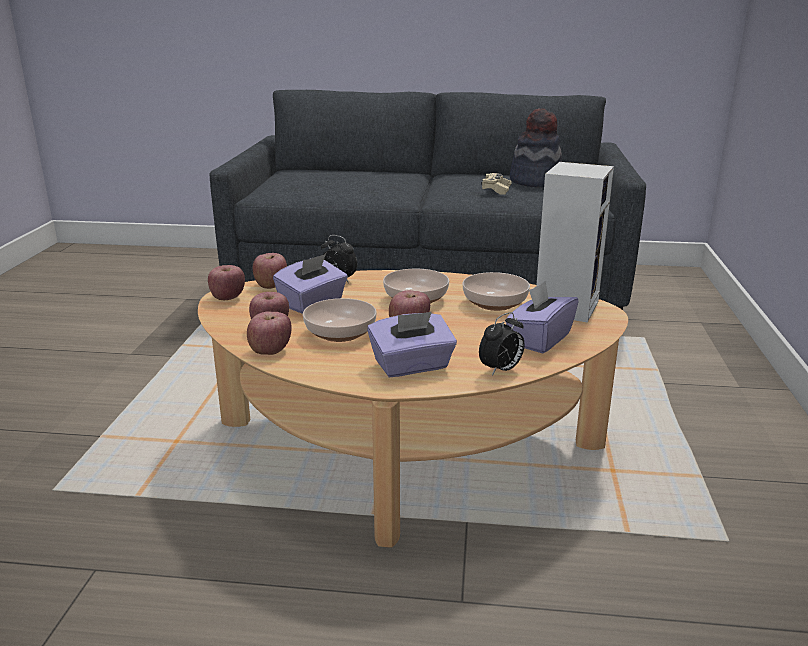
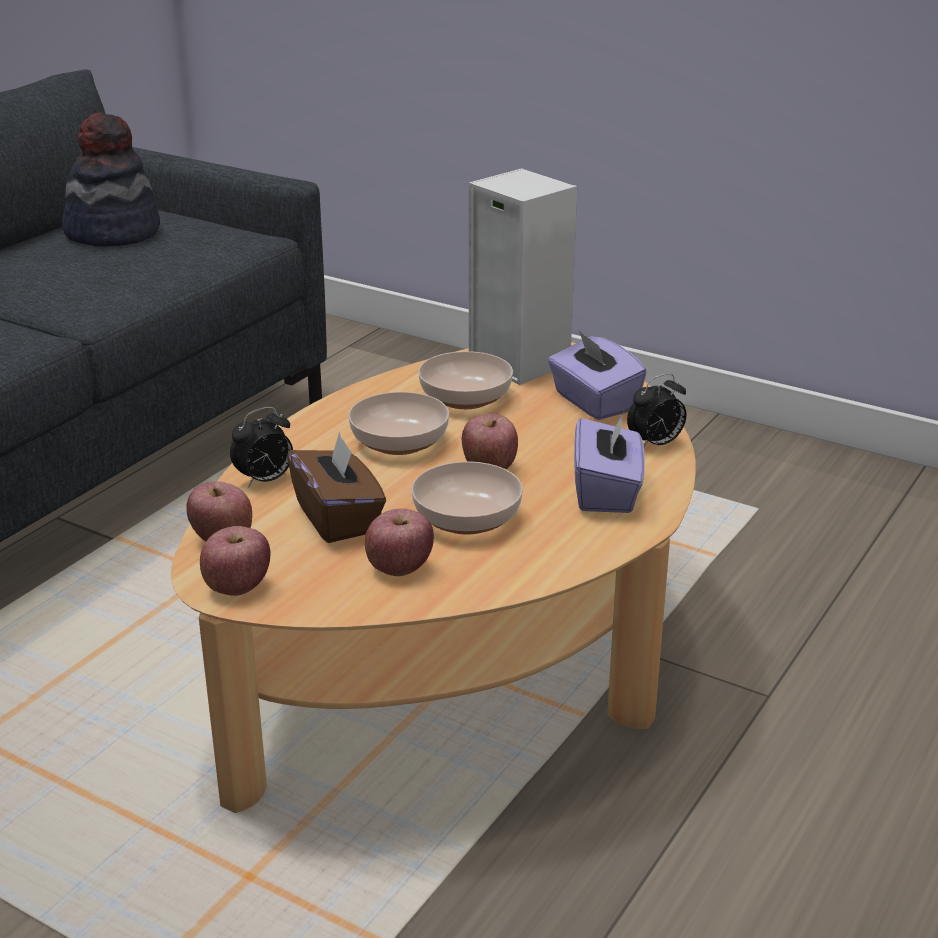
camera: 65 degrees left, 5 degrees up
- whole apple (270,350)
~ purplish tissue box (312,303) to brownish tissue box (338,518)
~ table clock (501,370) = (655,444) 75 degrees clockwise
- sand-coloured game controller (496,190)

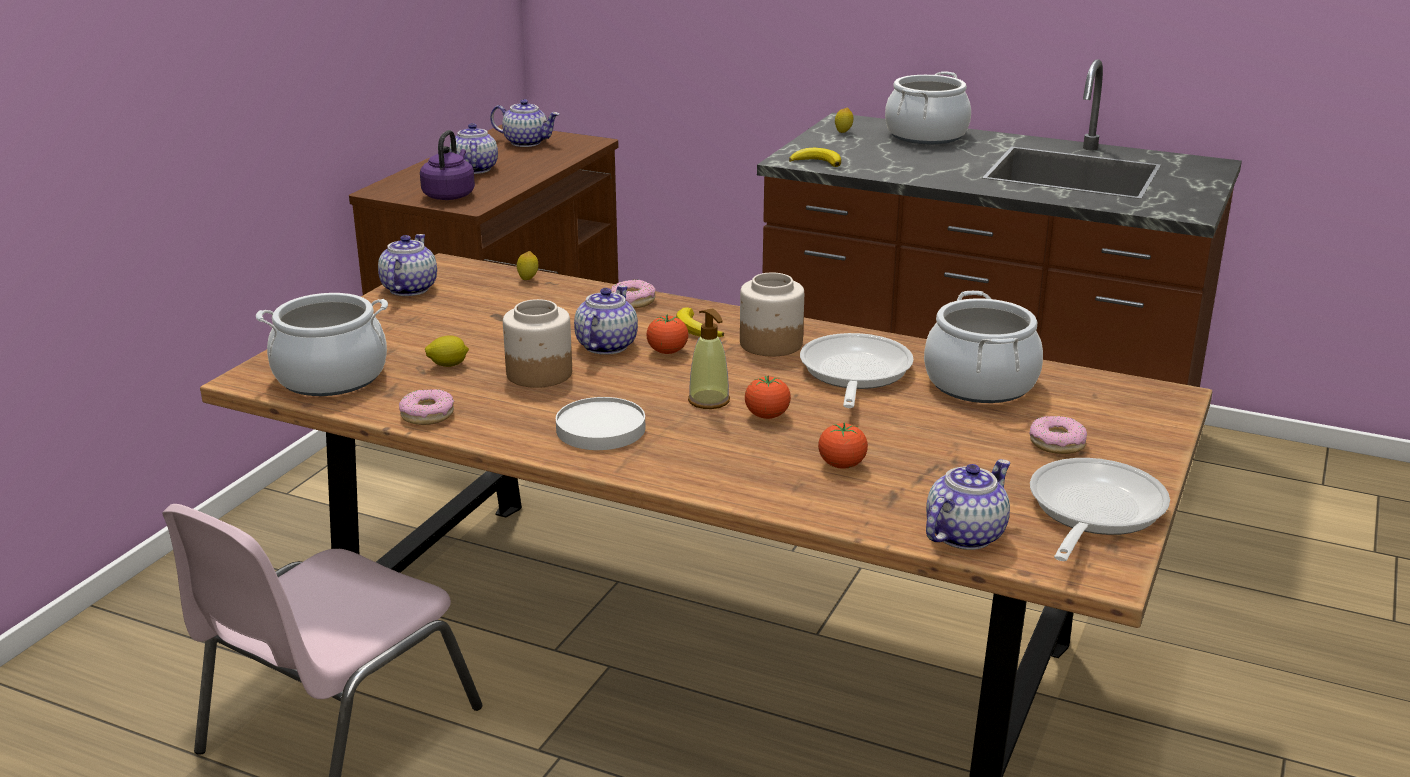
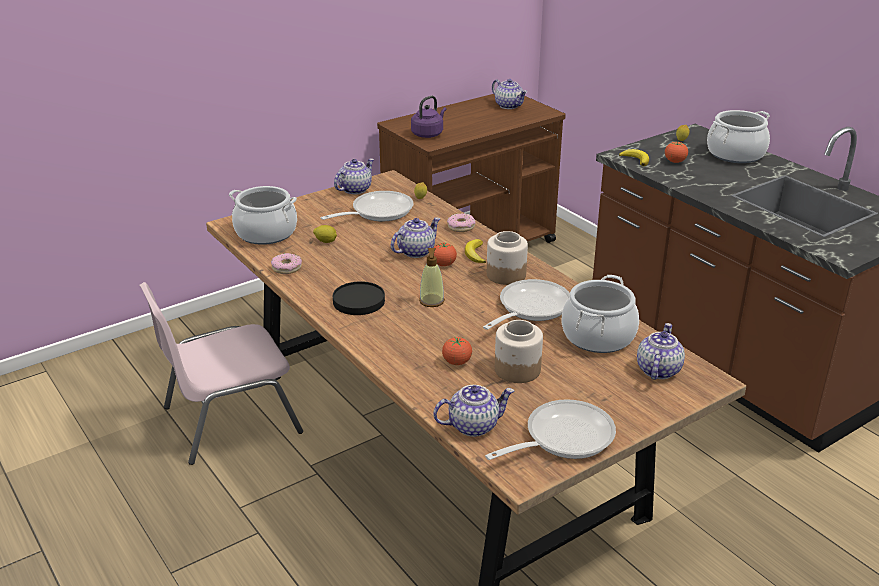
camera: 30 degrees right, 5 degrees up
~ pot for tea (474,169) to (657,370)
~ storage jar (538,373) to (517,369)
~ white flat dish (601,429) to black-coloured flat dish (359,301)
~ whole tomato (767,416) to (675,161)
- donut (1057,443)
+ skillet (377,212)

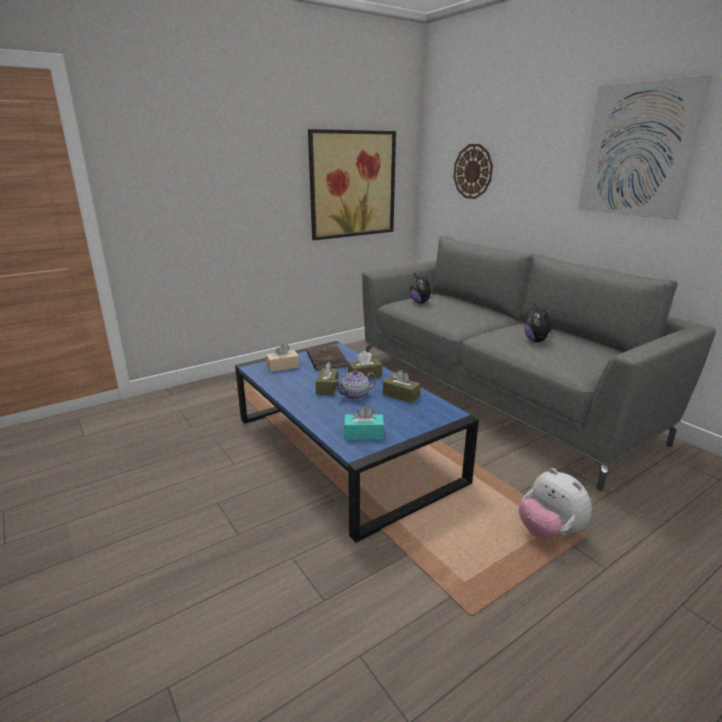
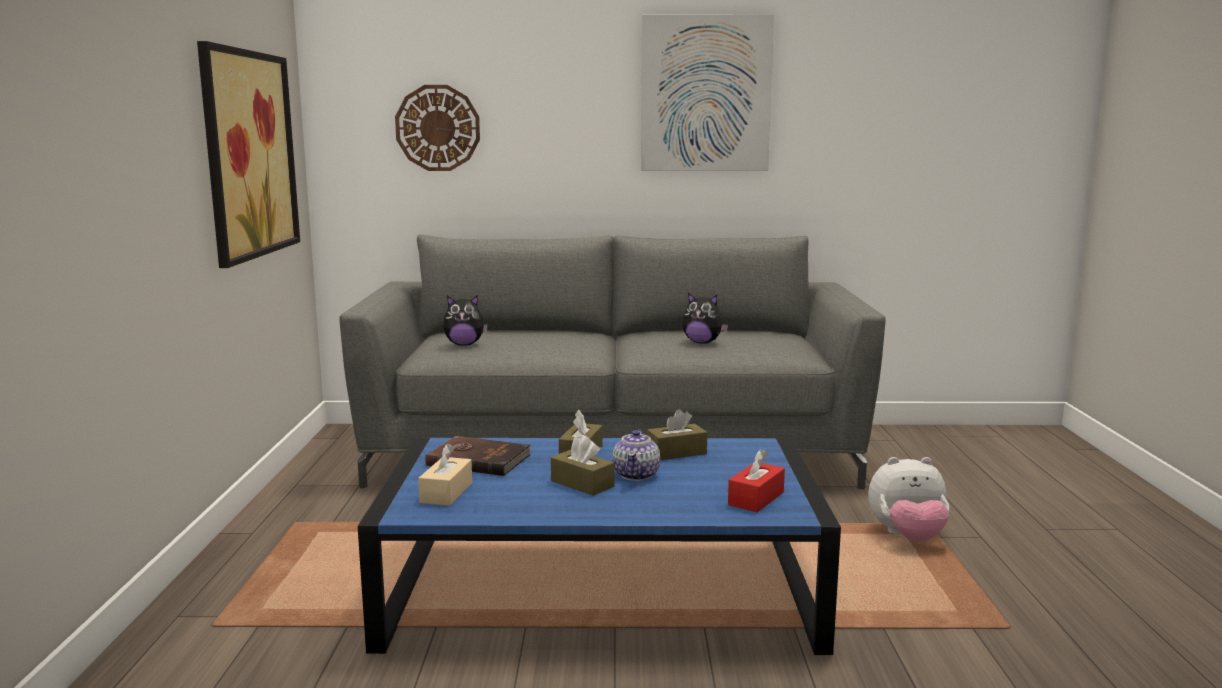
camera: 55 degrees left, 10 degrees down
~ blue-green tissue box (363,434) to red tissue box (756,498)

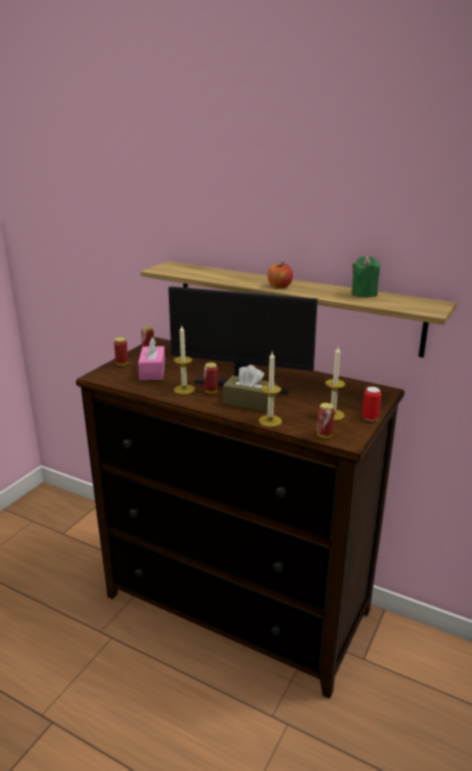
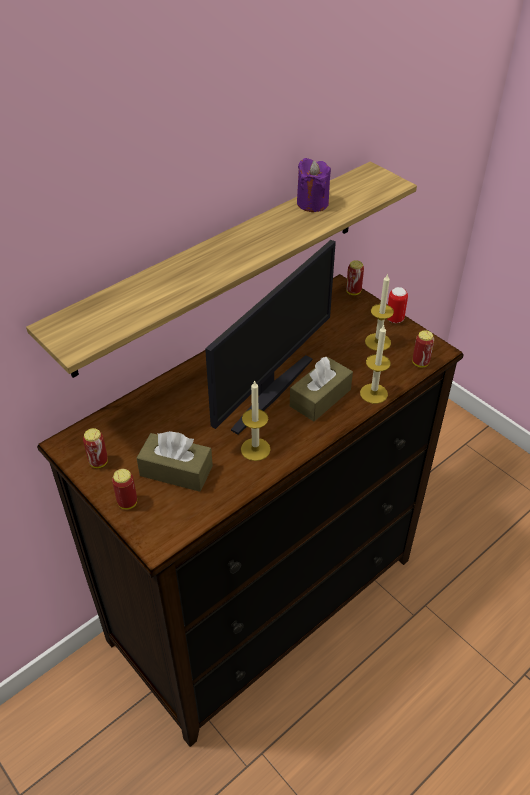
camera: 70 degrees left, 20 degrees up
~ pinkish tissue box (152,371) to brownish tissue box (176,471)
~ sealed can (211,391) to (353,292)
- whole apple (279,286)
~ green-coloured wax candle (364,293) to purplish wax candle (312,203)

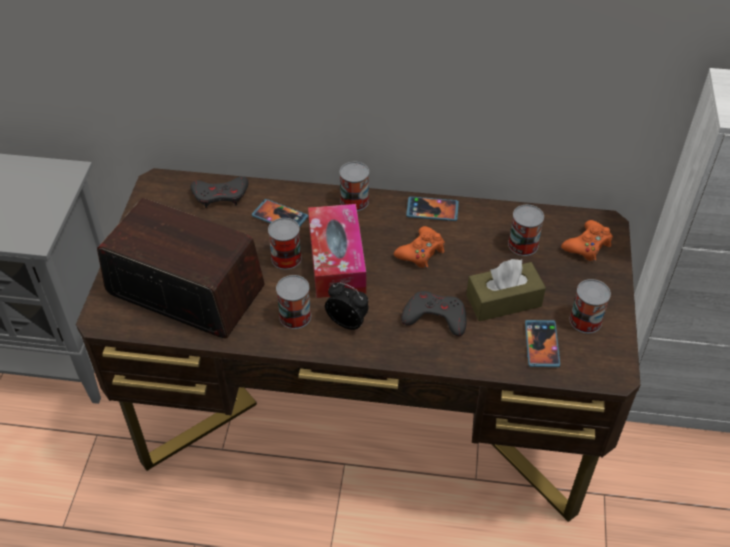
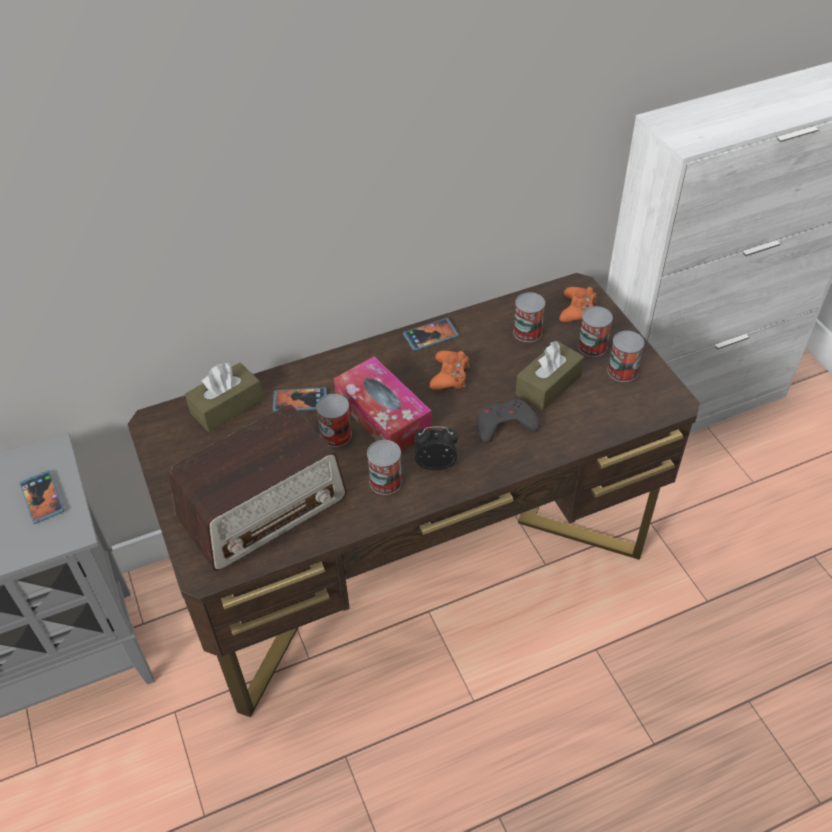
camera: 30 degrees left, 0 degrees up
~ radio set (184,290) = (264,507) 150 degrees clockwise
~ grey game controller (220,195) to brownish tissue box (227,406)
~ sealed can (354,201) to (592,346)
~ handset (541,345) to (42,498)

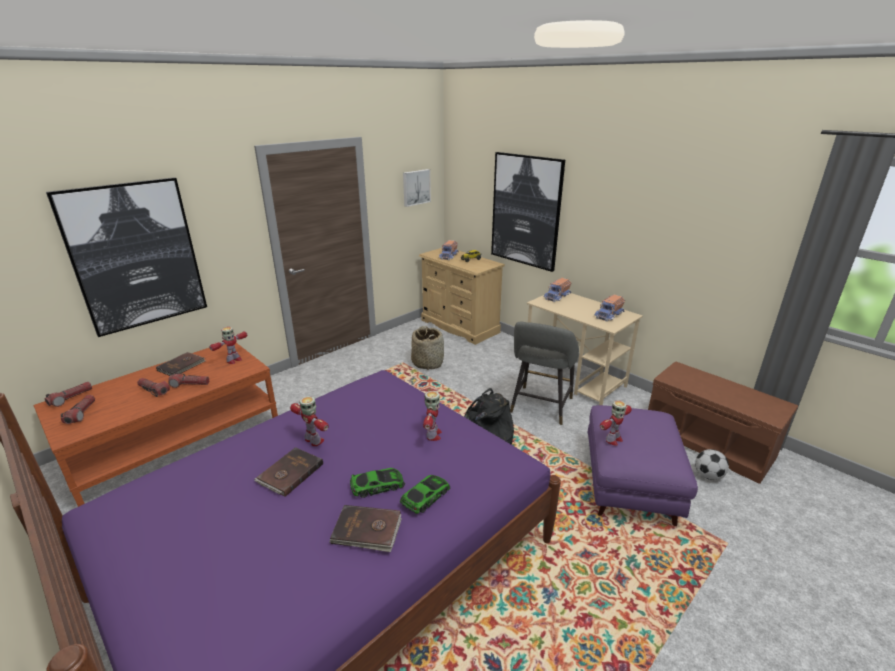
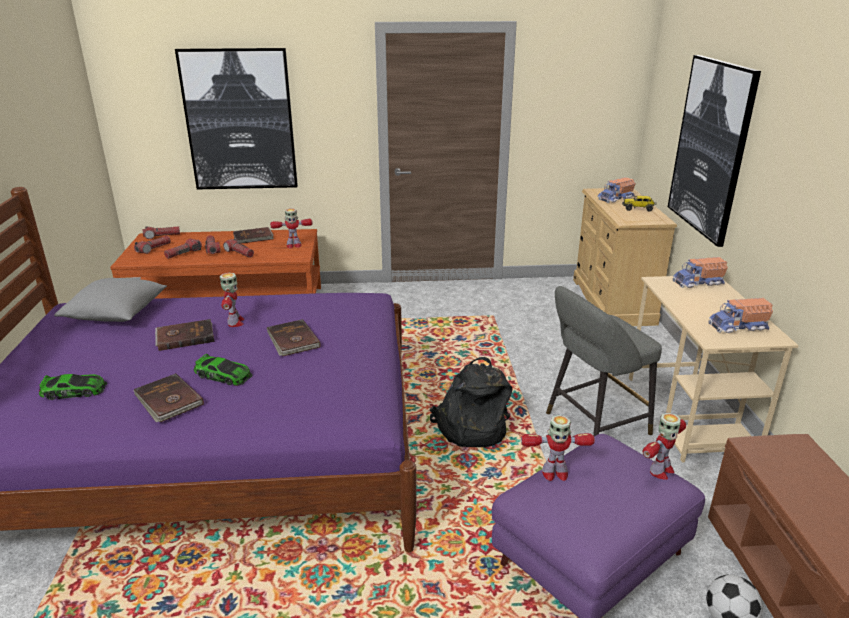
camera: 40 degrees right, 0 degrees up
~ miniature car (426,496) to (74,391)
- wall picture (416,187)
- storage basket (427,362)
~ toy robot (433,435) to (660,471)
+ grey cushion (117,315)
+ flashlight (183,253)
+ brownish book (292,340)

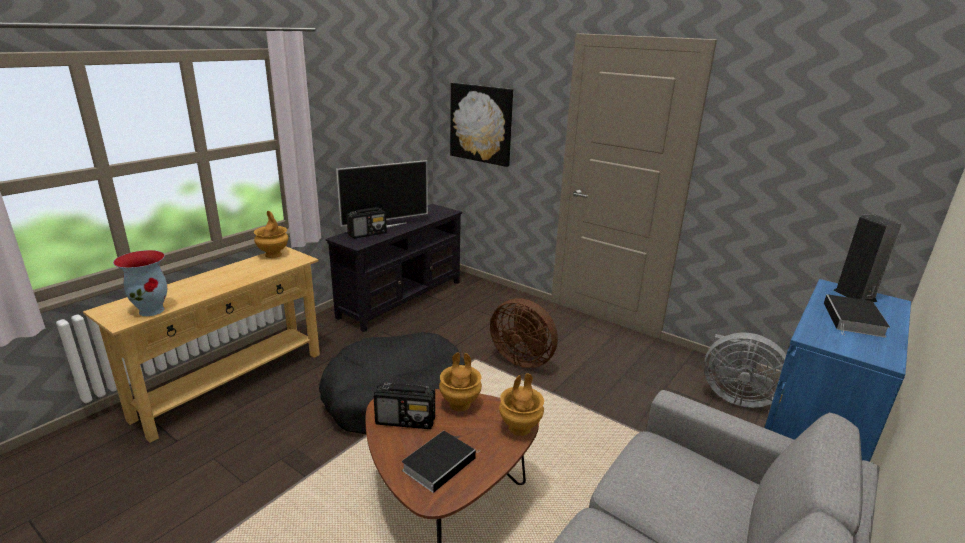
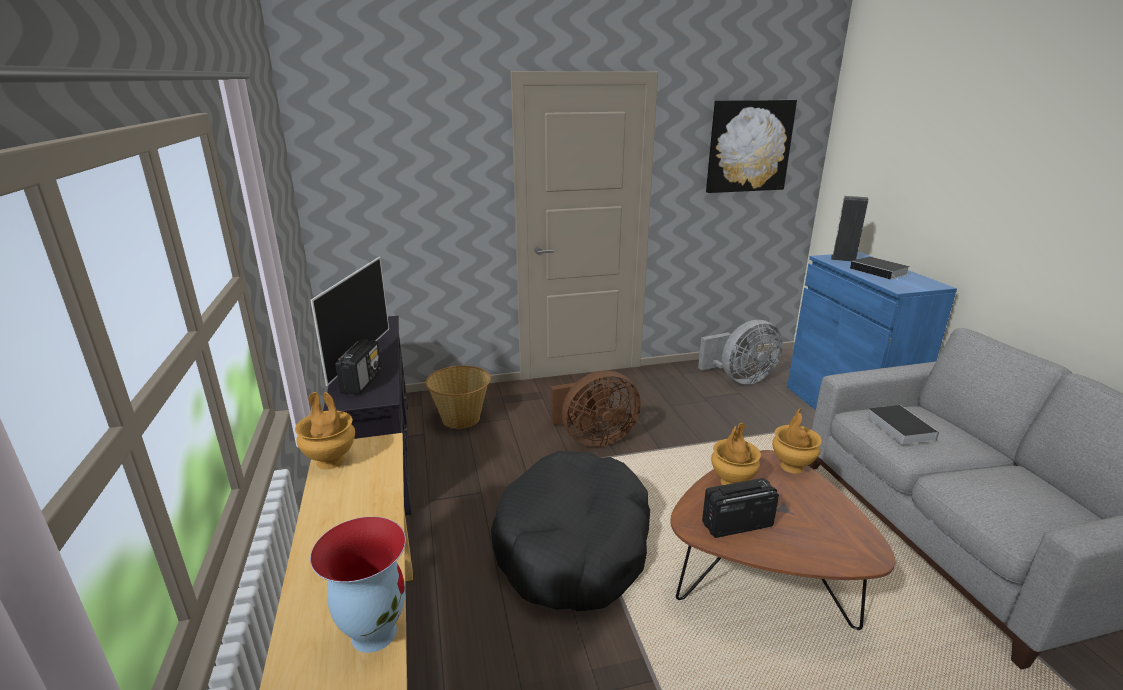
camera: 50 degrees left, 0 degrees up
~ radio set (406,421) = (736,524) 150 degrees counterclockwise
~ book (440,462) to (898,427)
~ wall picture (481,124) to (749,146)
+ storage basket (461,419)

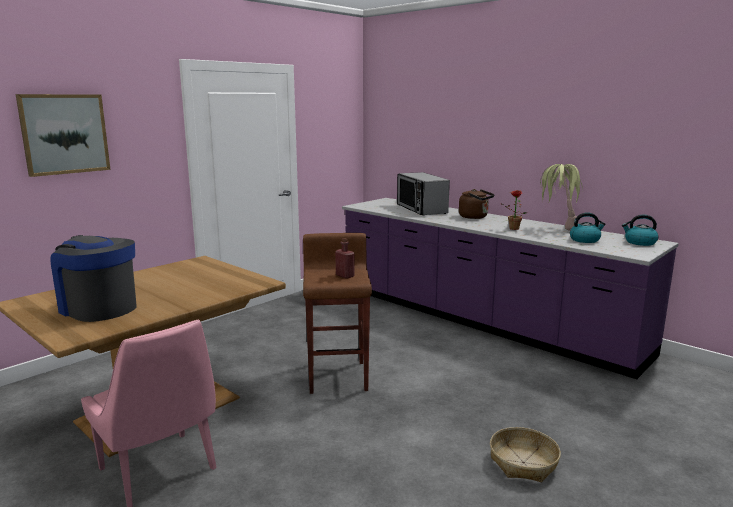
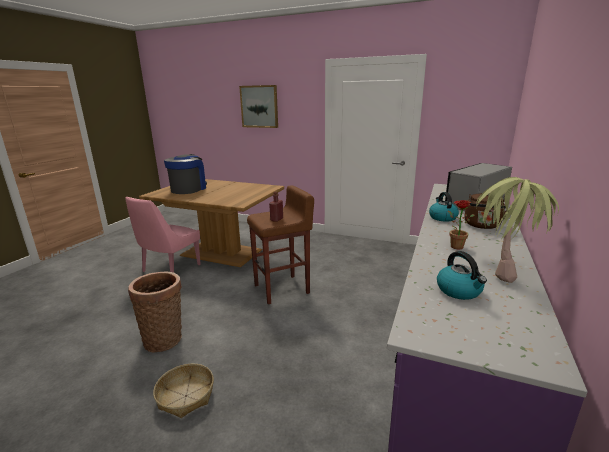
camera: 70 degrees right, 5 degrees up
~ tea kettle (639,242) to (442,217)
+ storage basket (164,338)

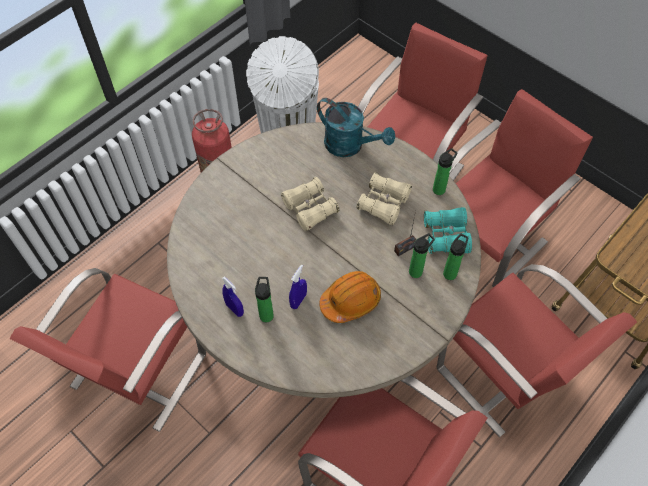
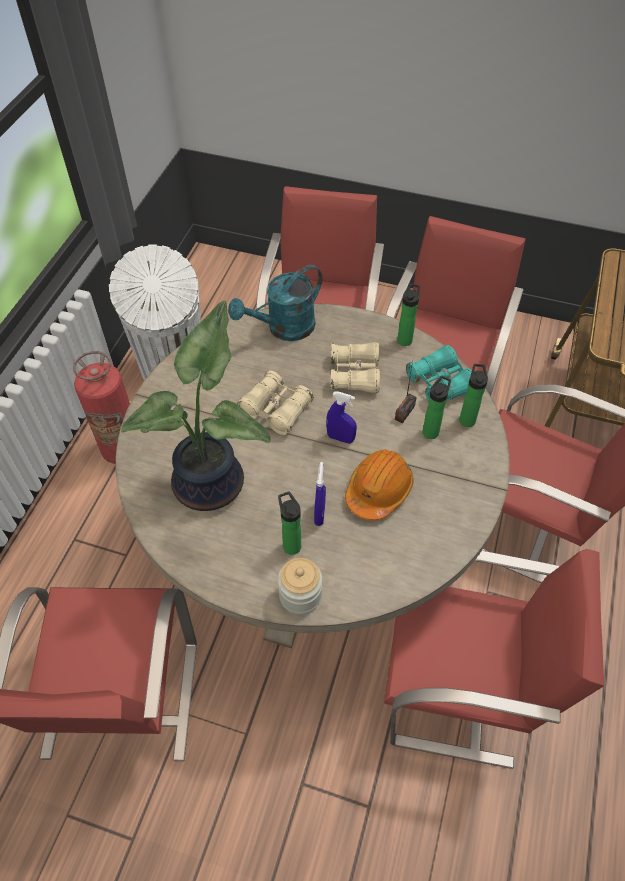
camera: 25 degrees left, 5 degrees down
~ blue sprayer (234,309) to (340,438)
~ blue-green watering pot (350,146) = (284,329) 135 degrees clockwise
+ potted plant (213,483)
+ storage jar (300,596)

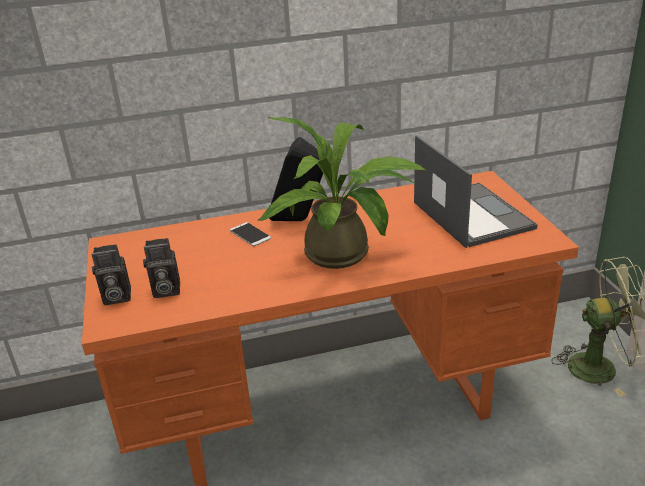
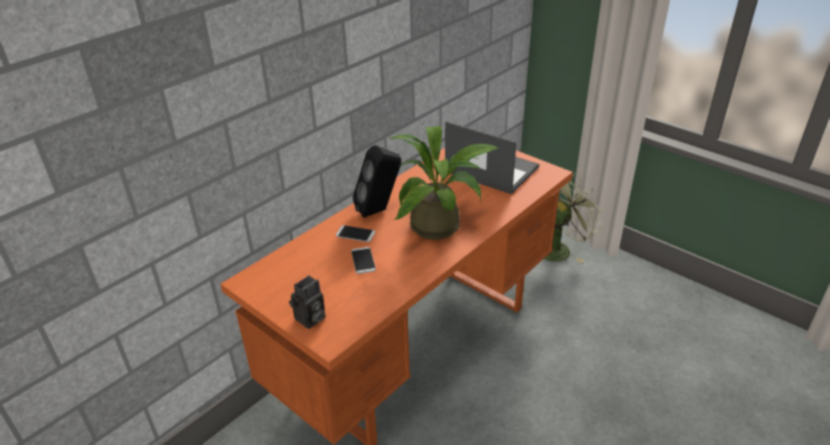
camera: 35 degrees left, 5 degrees up
- still camera (165,291)
+ handset (363,260)

